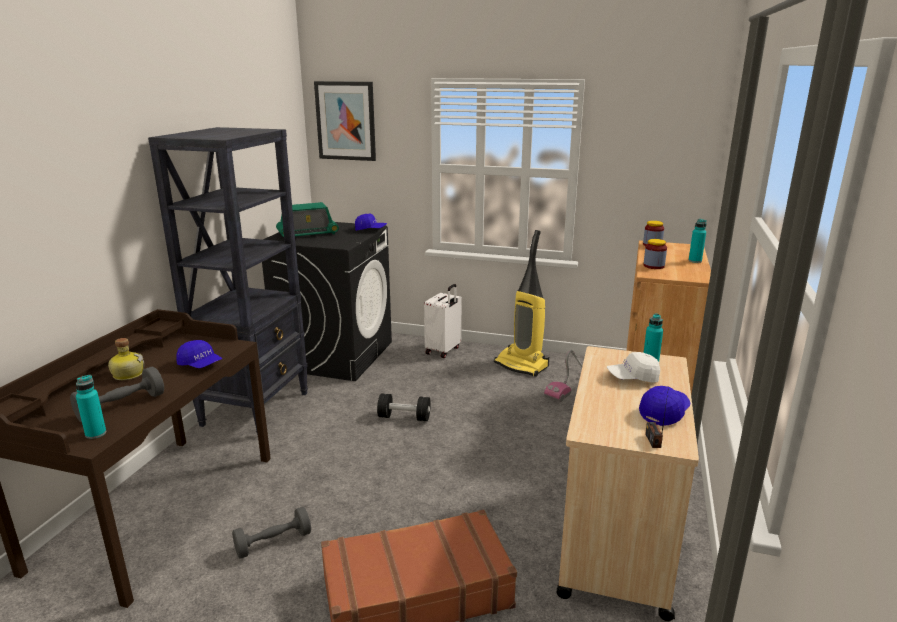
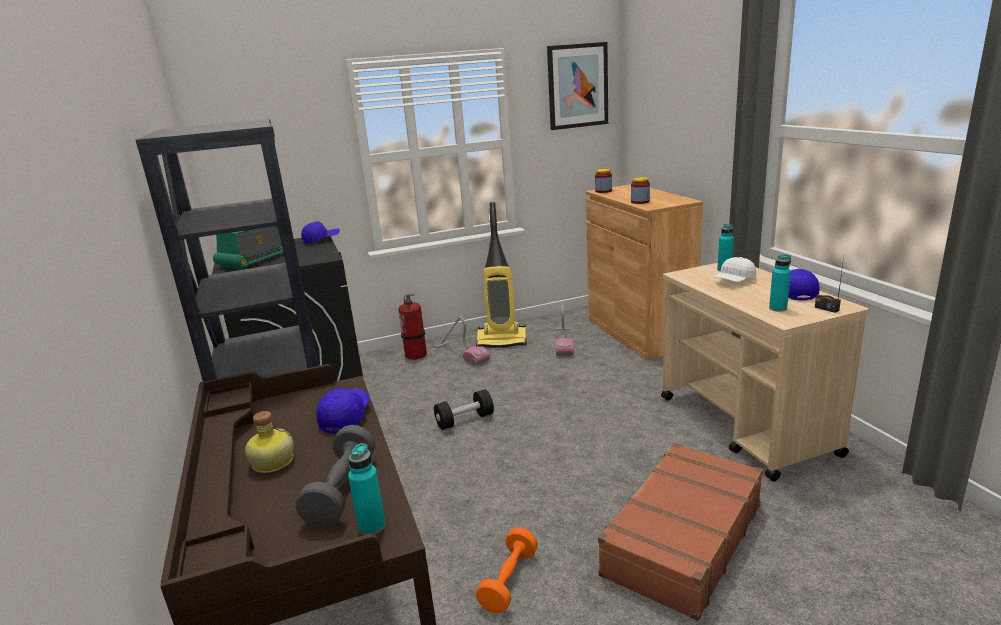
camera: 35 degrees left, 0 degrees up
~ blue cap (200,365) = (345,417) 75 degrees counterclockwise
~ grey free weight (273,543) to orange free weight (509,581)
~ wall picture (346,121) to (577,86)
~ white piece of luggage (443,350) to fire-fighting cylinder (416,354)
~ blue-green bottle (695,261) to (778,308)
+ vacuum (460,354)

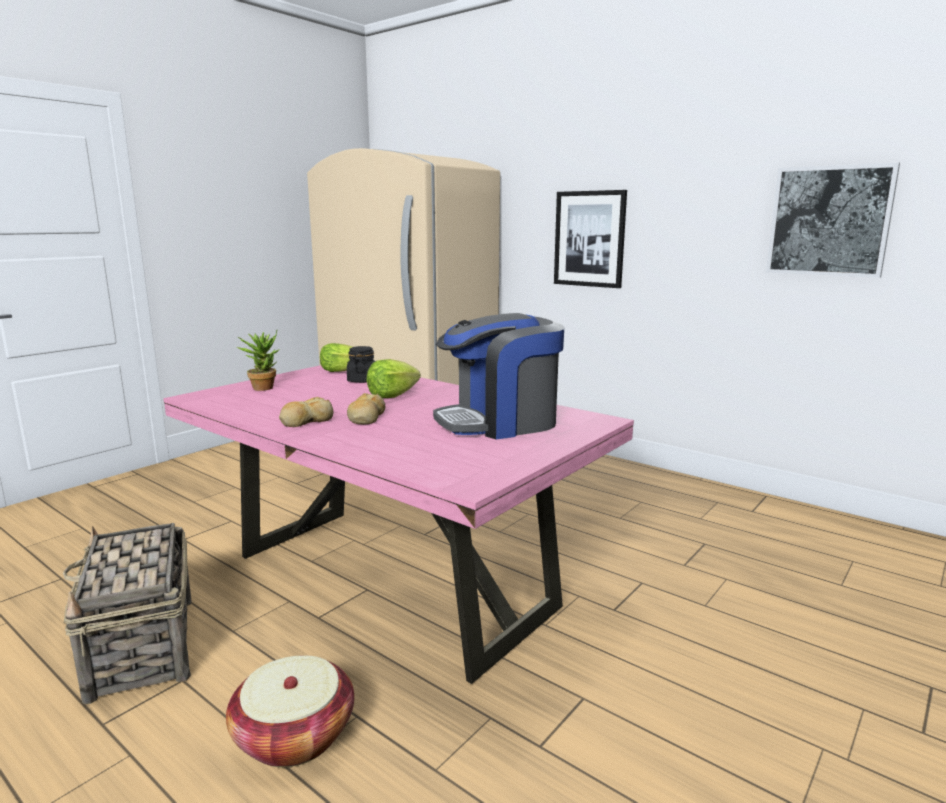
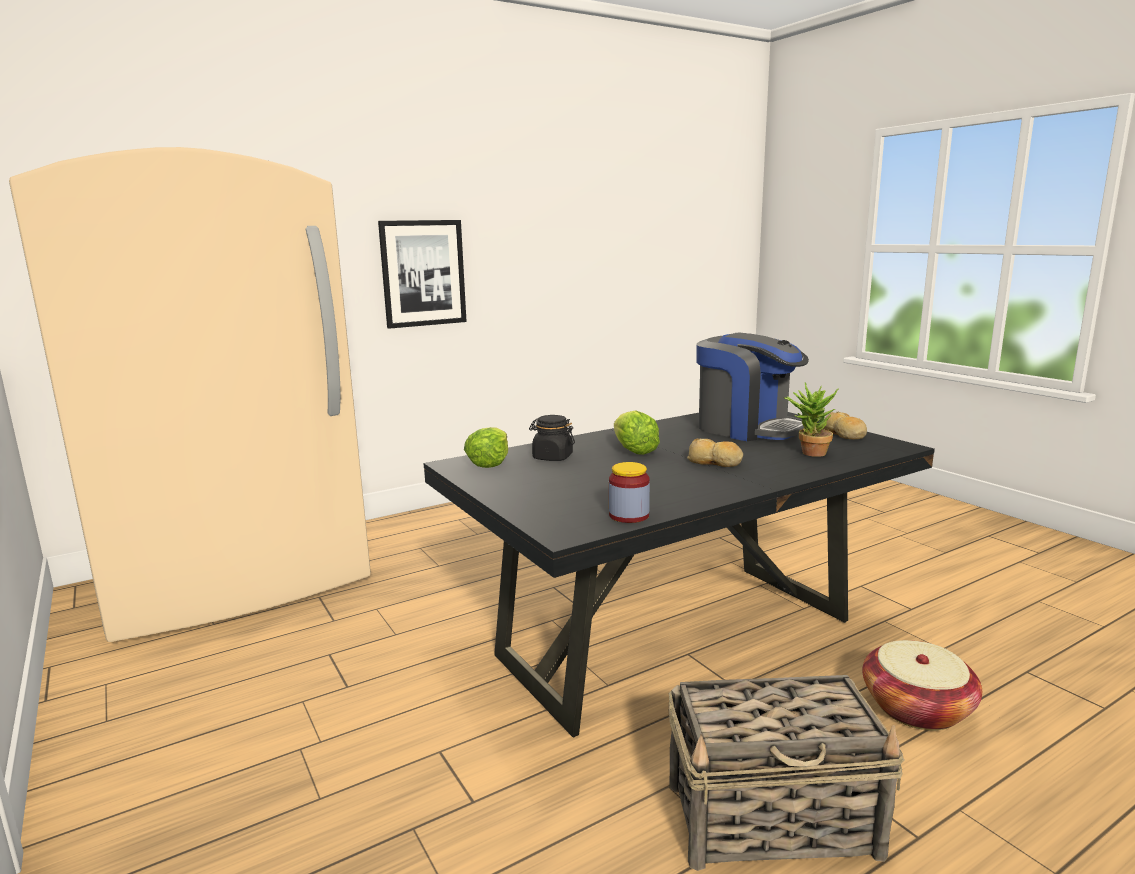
camera: 70 degrees left, 0 degrees up
~ pinkish kitchen table (393,581) to black-coloured kitchen table (678,637)
~ potted plant (263,387) to (808,453)
~ baked bread (306,421) to (843,434)
~ coffee machine (500,422) = (747,428) 45 degrees counterclockwise
- wall picture (829,221)
+ storage jar (629,515)

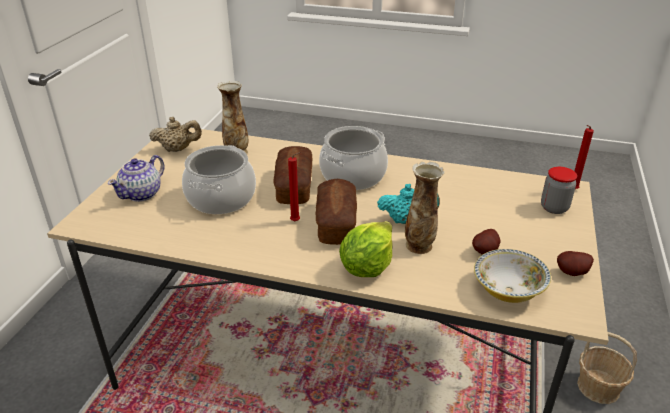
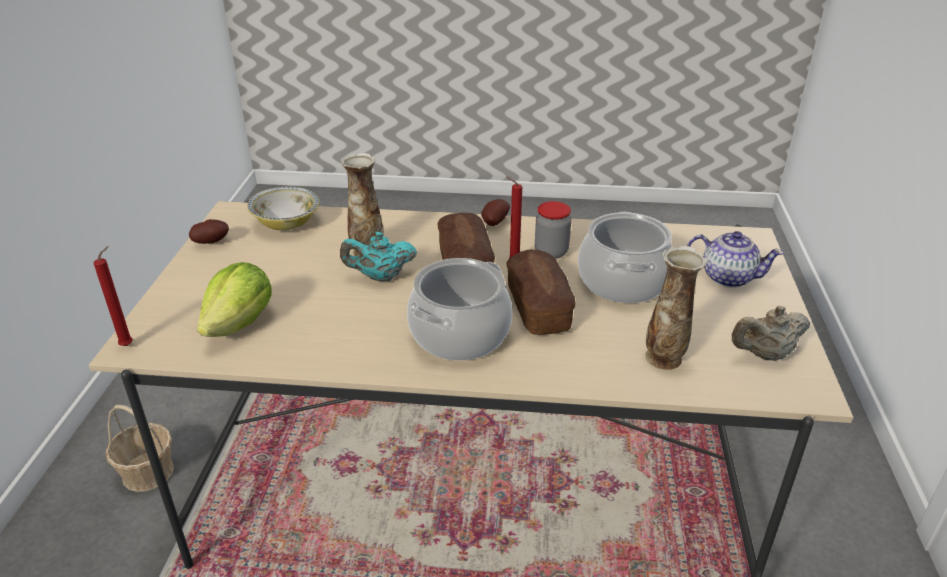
camera: 170 degrees right, 0 degrees up
~ pot for tea (142,194) = (727,277) 90 degrees clockwise
~ head of lettuce (367,266) to (240,323)
~ potato (486,252) to (493,223)
~ storage jar (554,208) to (551,252)

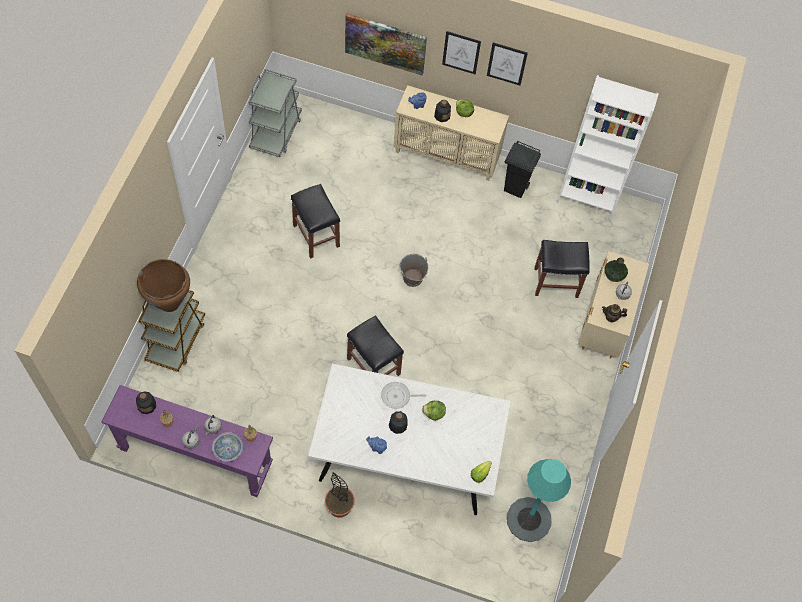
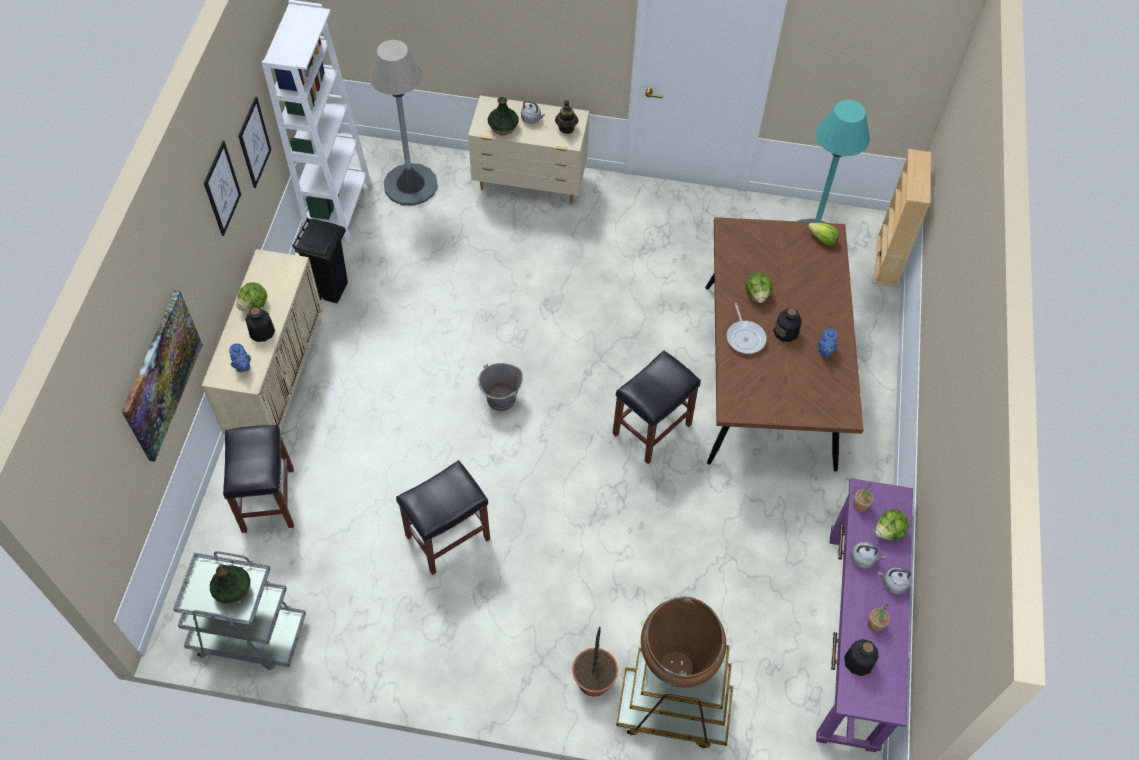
camera: 95 degrees left, 5 degrees down
~ deep dish (228,449) to head of lettuce (889,531)
~ white kitchen table (407,454) to brownish kitchen table (767,373)
~ potted plant (339,507) to (593,680)
~ wall picture (461,52) to (254,142)
~ black-coloured stool (556,282) to (267,499)
+ decorative vase (233,590)
+ grey standard lamp (410,185)
+ sand-coloured shelving unit (887,260)

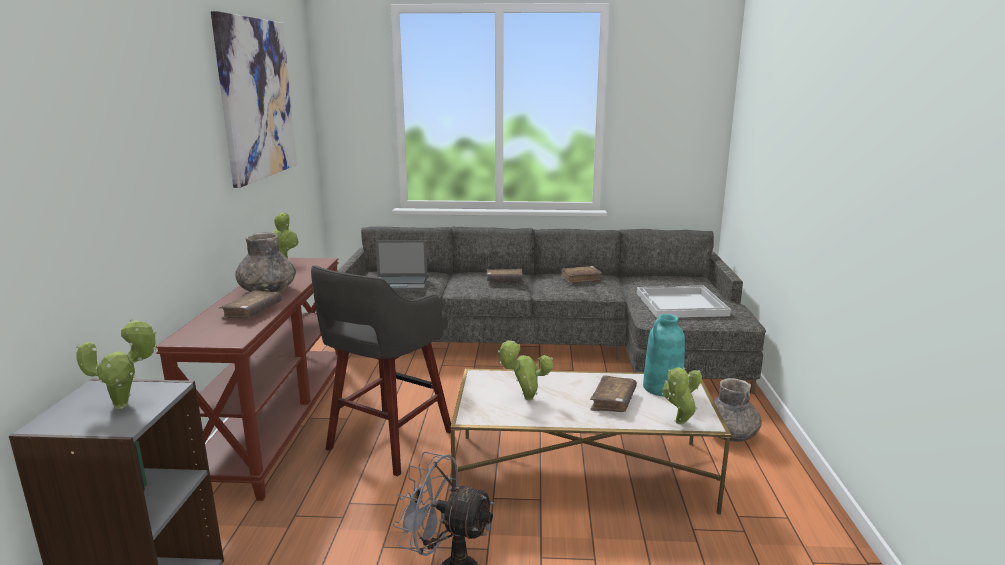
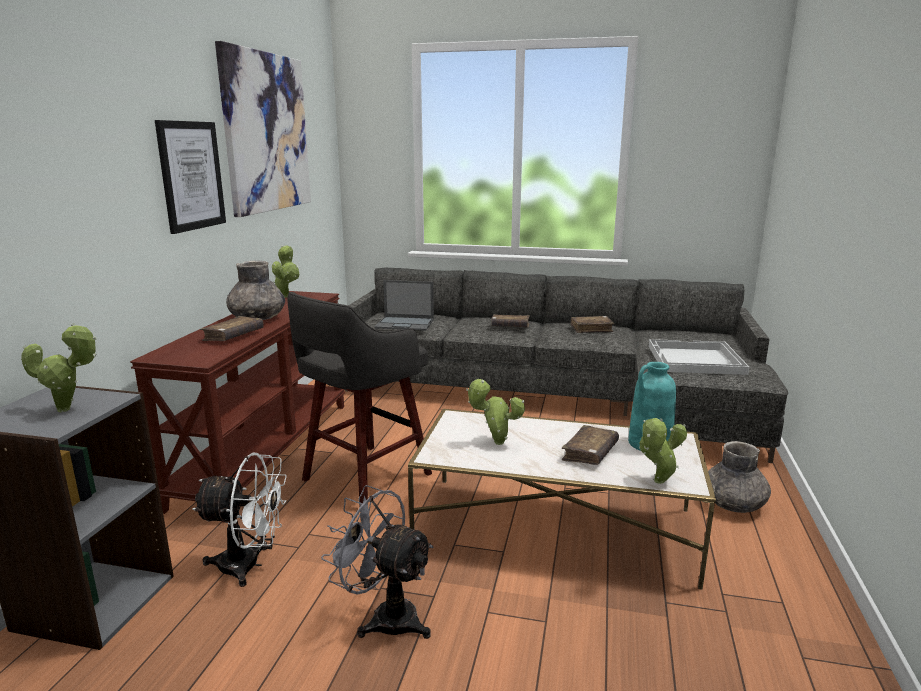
camera: 10 degrees right, 0 degrees up
+ wall picture (191,175)
+ white electric fan (249,565)

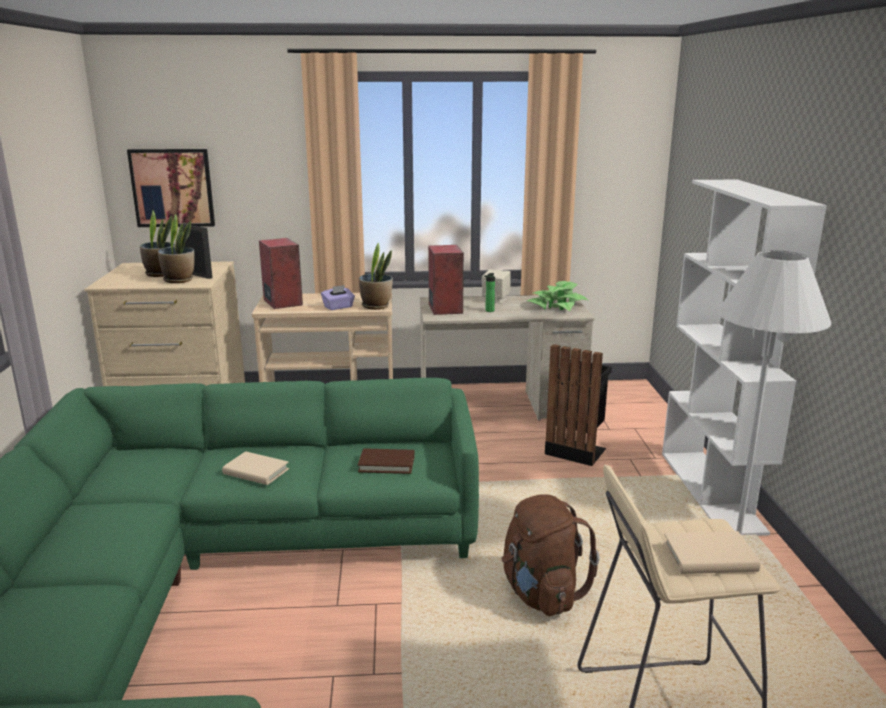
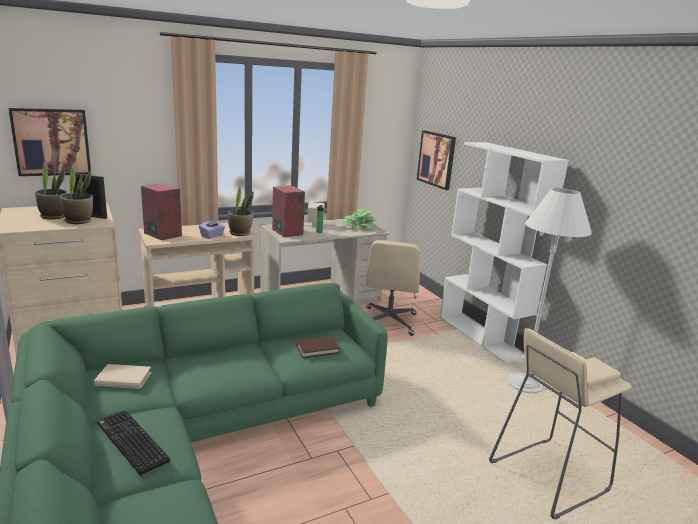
camera: 25 degrees left, 0 degrees up
~ sand-coloured book (256,472) to (123,379)
- brownish knapsack (541,594)
~ black-coloured waste bin (576,450) to sand-coloured desk chair (389,322)
+ PC keyboard (130,442)
+ wall picture (436,159)

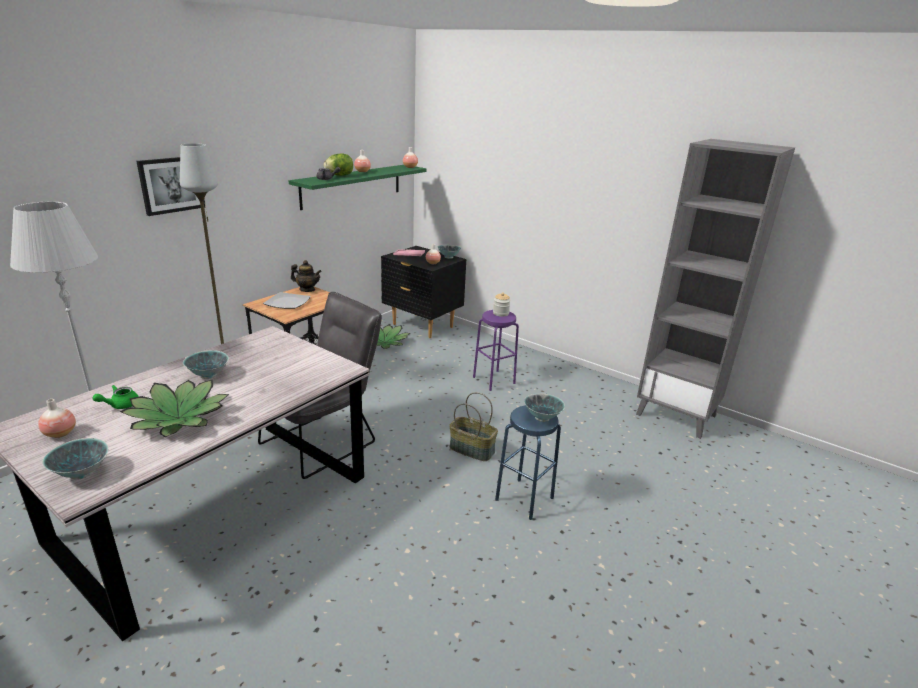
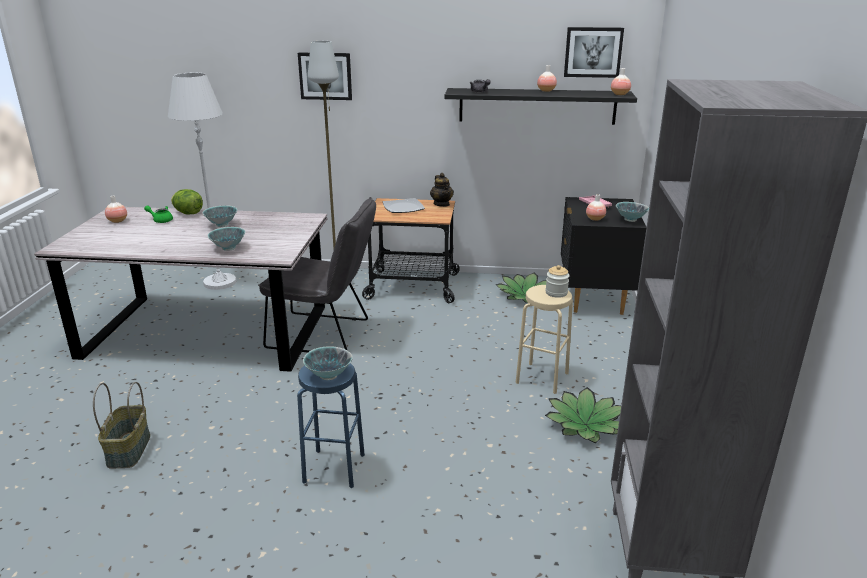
camera: 60 degrees right, 0 degrees up
~ deep dish (81,473) to (228,248)
~ potted plant (178,418) to (585,424)
~ green-coloured shelf (352,186) to black-coloured shelf (537,106)
~ head of lettuce (339,175) to (188,213)
~ storage basket (472,449) to (129,450)
~ purplish stool (494,380) to sand-coloured stool (542,378)
+ wall picture (593,52)

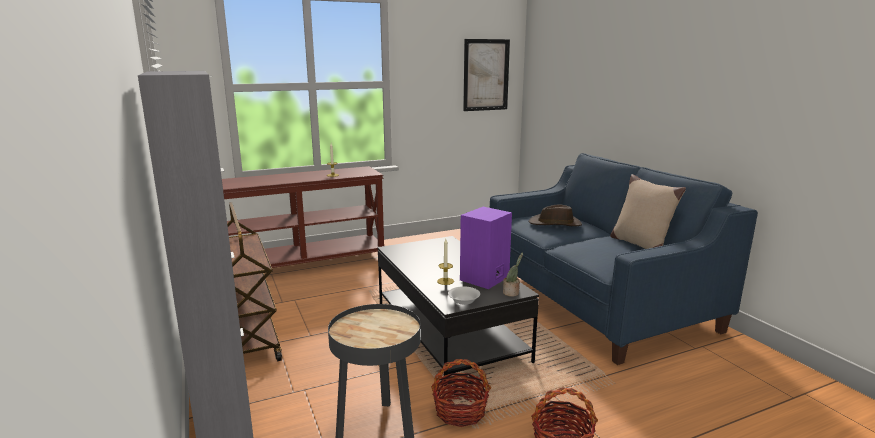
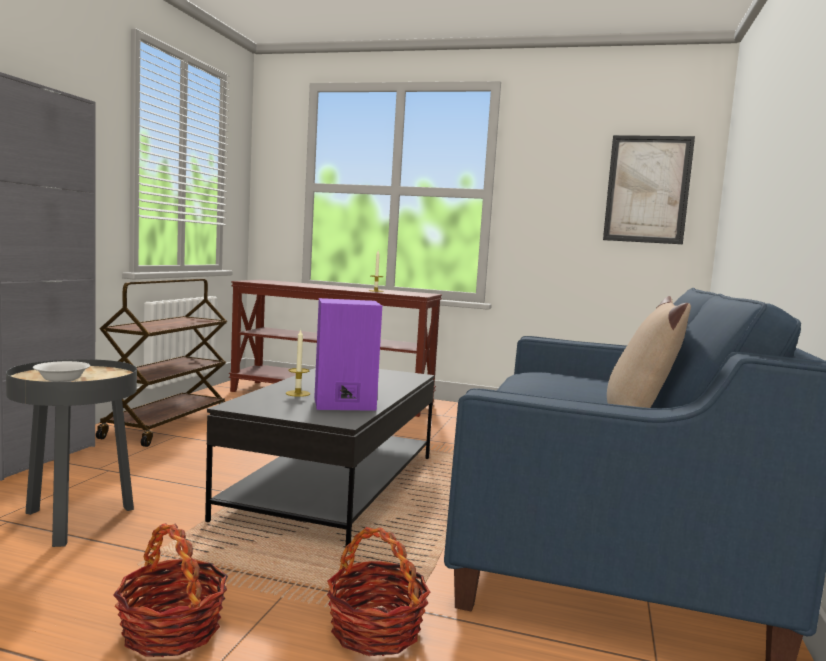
camera: 40 degrees right, 10 degrees down
~ storage basket (460,411) to (375,630)
~ white deep dish (464,301) to (62,380)
- potted plant (512,293)
- brownish hat (555,224)

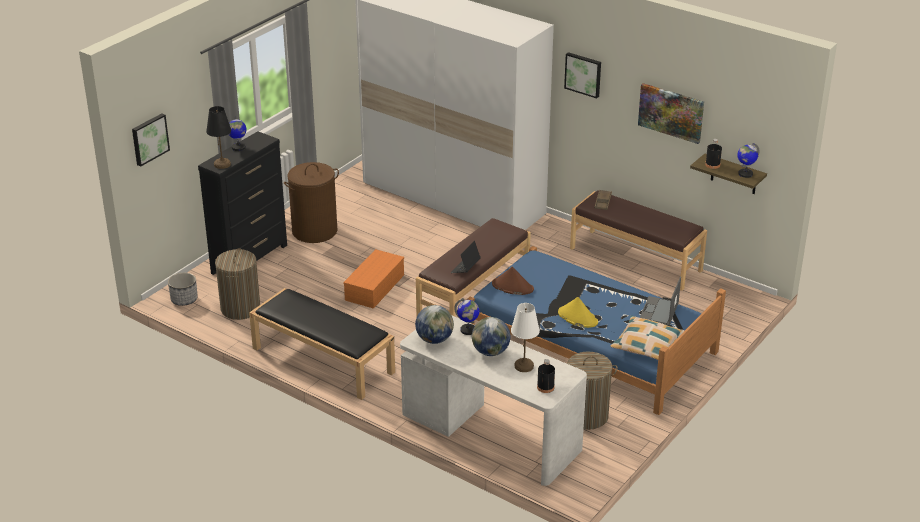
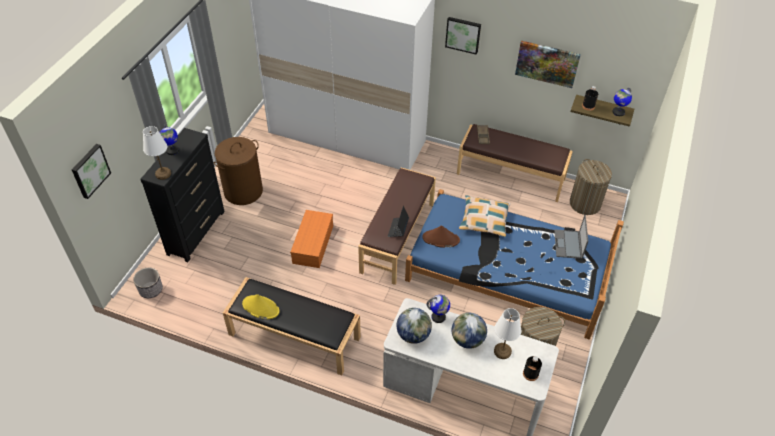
camera: 15 degrees left, 15 degrees up
~ black-coloured lamp for a table (222,164) to white lamp for a table (163,174)
~ hamper (240,308) to (585,203)
~ yellow hat (577,317) to (260,307)
~ cushion (647,345) to (484,220)

